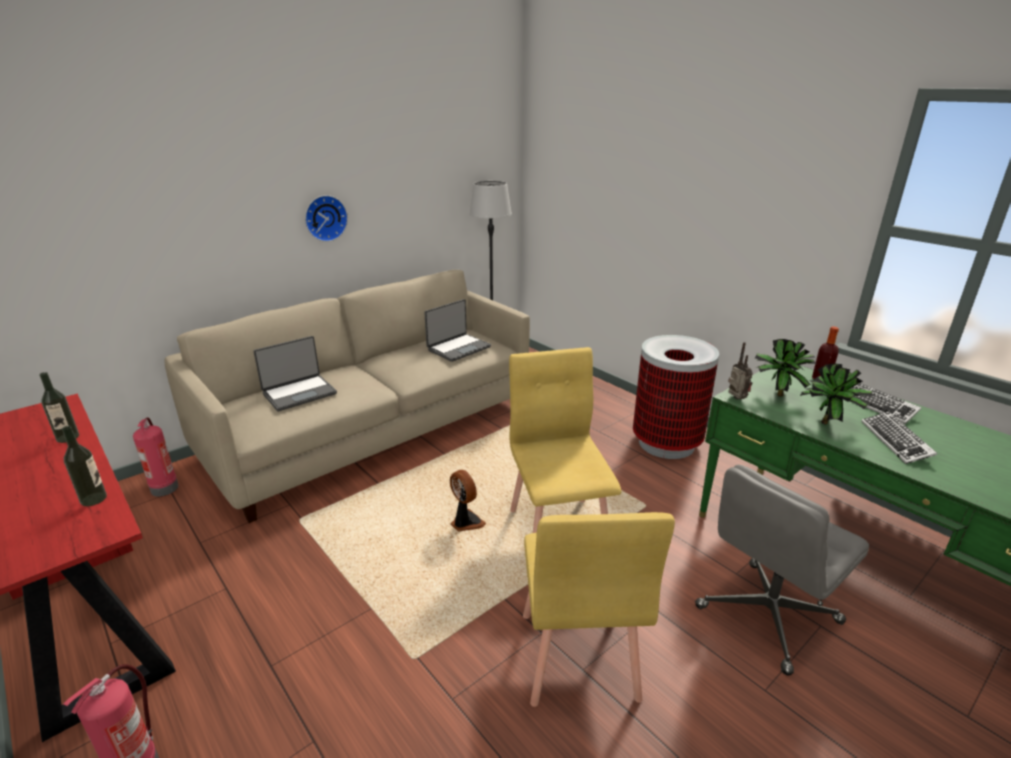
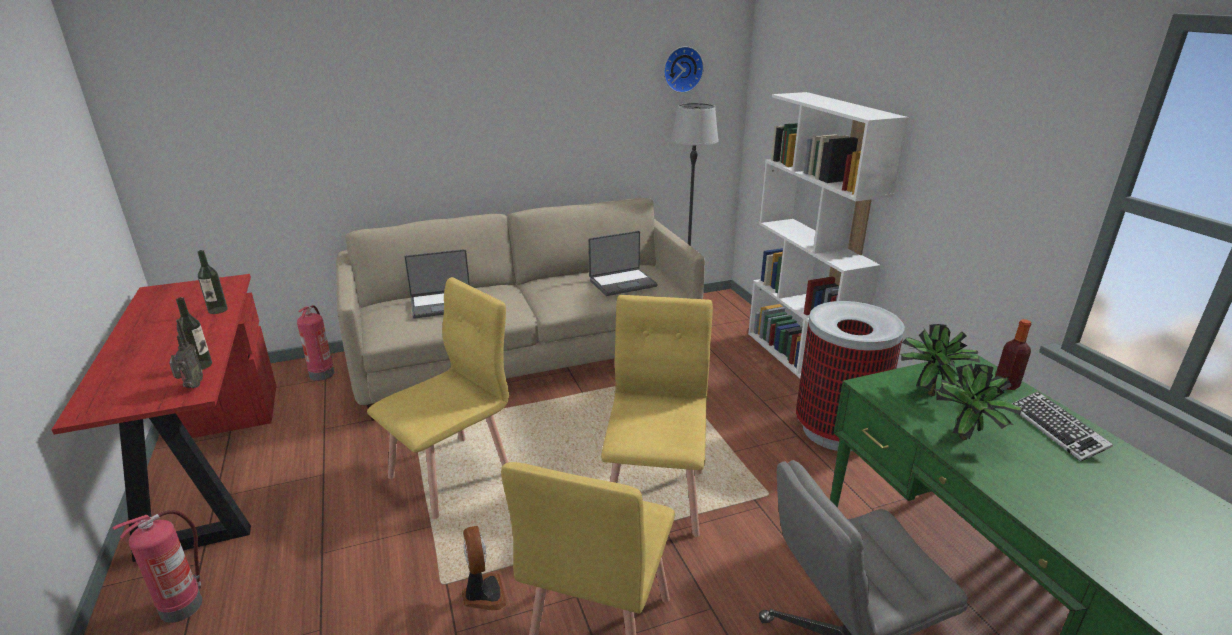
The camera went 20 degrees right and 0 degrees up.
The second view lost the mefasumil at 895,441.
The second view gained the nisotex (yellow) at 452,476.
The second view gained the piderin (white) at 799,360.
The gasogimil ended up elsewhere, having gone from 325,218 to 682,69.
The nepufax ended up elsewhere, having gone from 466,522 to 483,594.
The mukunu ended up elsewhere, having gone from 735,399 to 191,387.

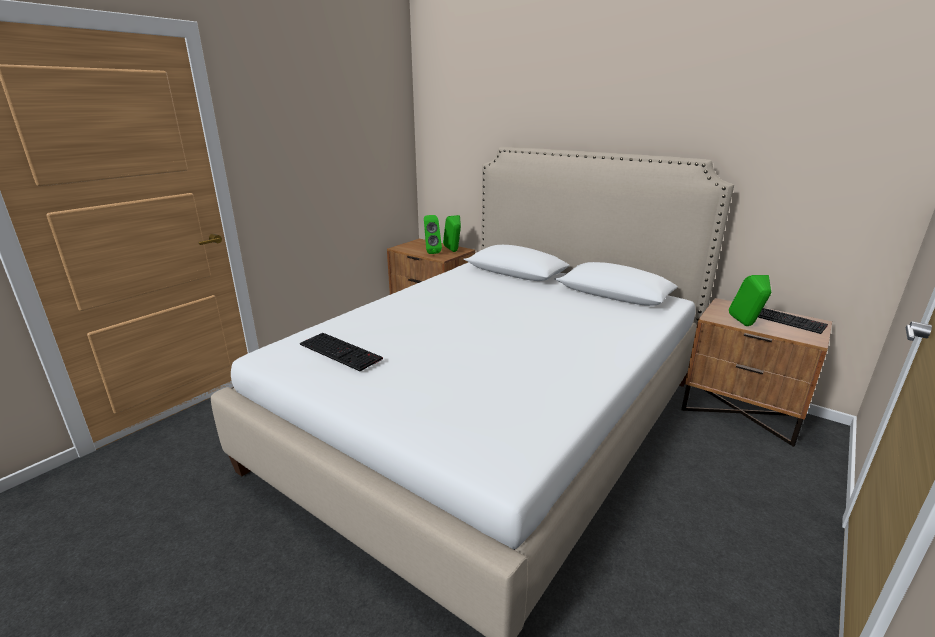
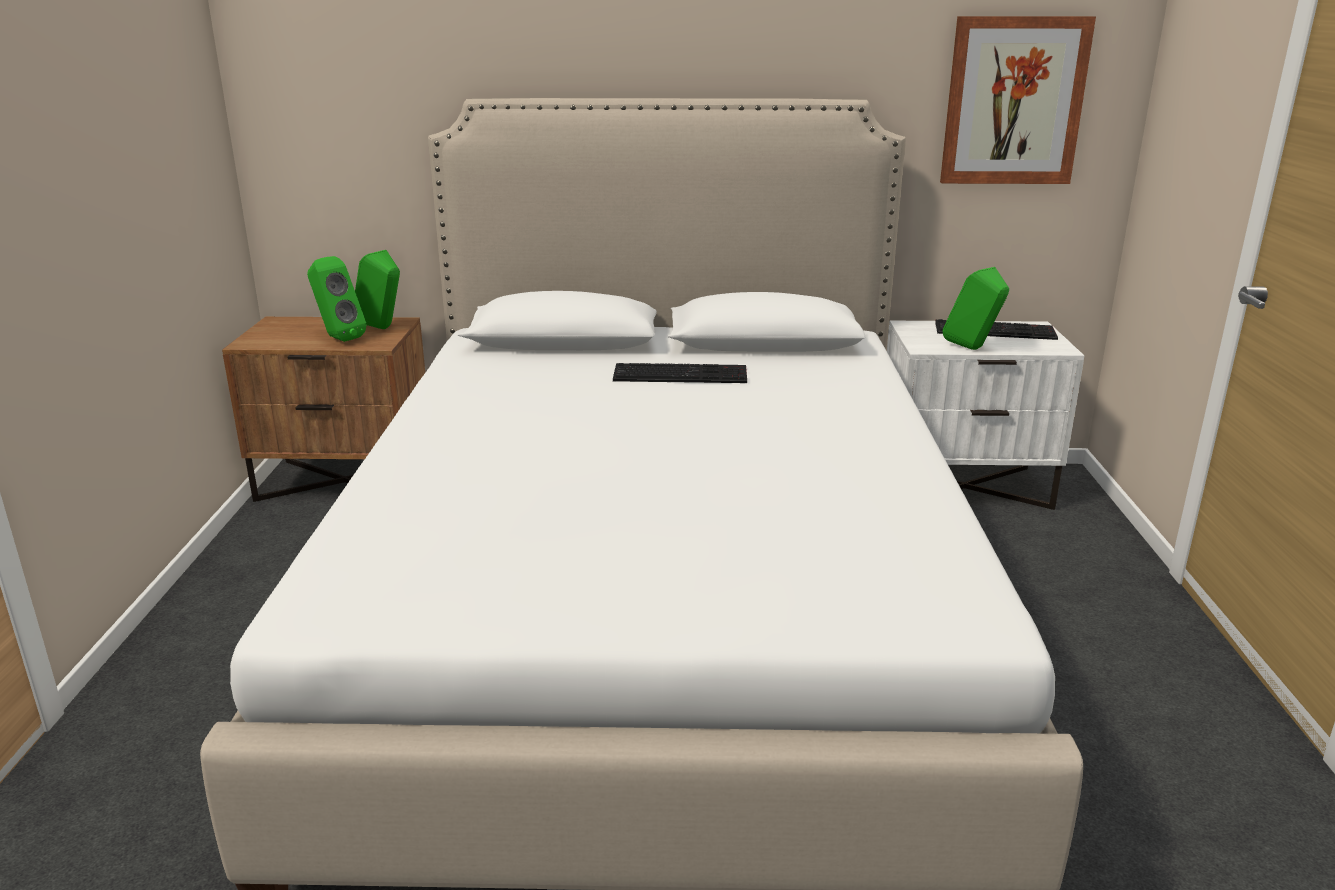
The camera went 35 degrees left and 0 degrees up.
The second view gained the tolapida at 1013,101.
The mefasumil ended up elsewhere, having gone from 342,351 to 682,374.
What was the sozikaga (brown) at 741,412 turned into the sozikaga (white) at 963,486.

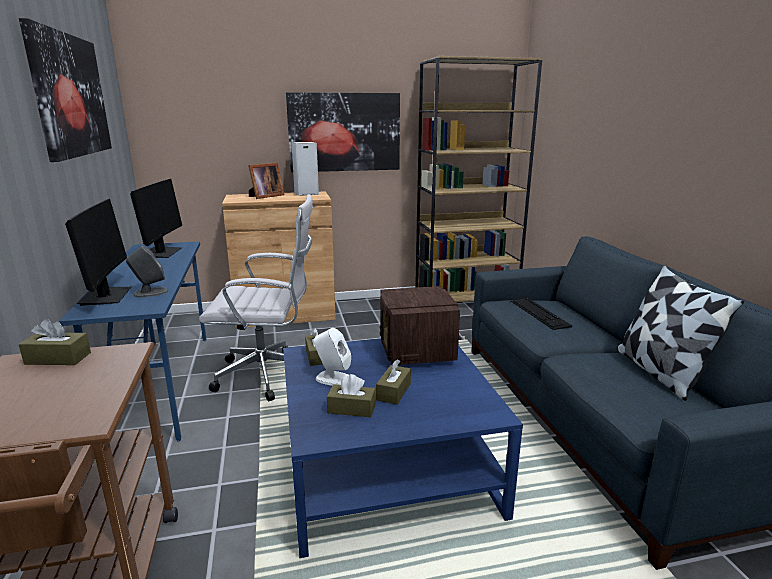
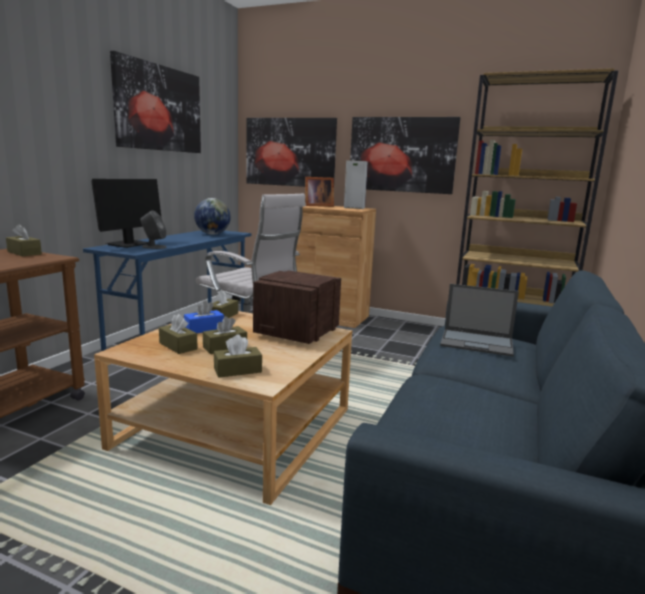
The camera went 35 degrees right and 5 degrees down.
The second view lost the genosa at 660,372.
The second view gained the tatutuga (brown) at 237,370.
The second view gained the tolapida at 290,152.
Where the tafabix stood at 161,253, the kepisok came to stand at 212,234.
Where the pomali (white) stood at 332,378, the tatutuga (blue) came to stand at 204,329.
Where the mefasumil stood at 539,313, the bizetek came to stand at 477,343.
What was the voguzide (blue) at 386,467 turned into the voguzide (beige) at 236,428.

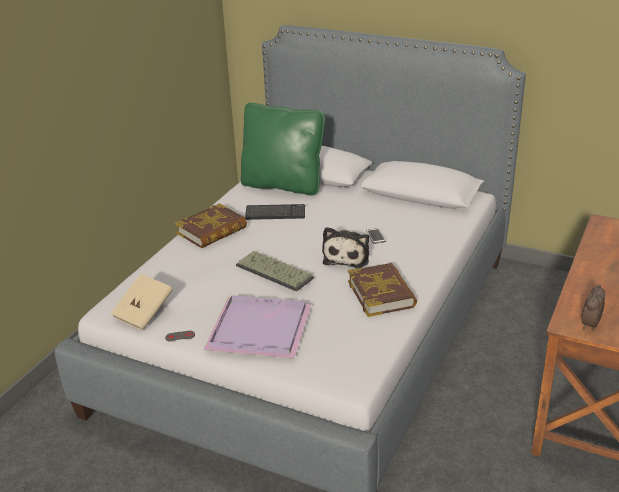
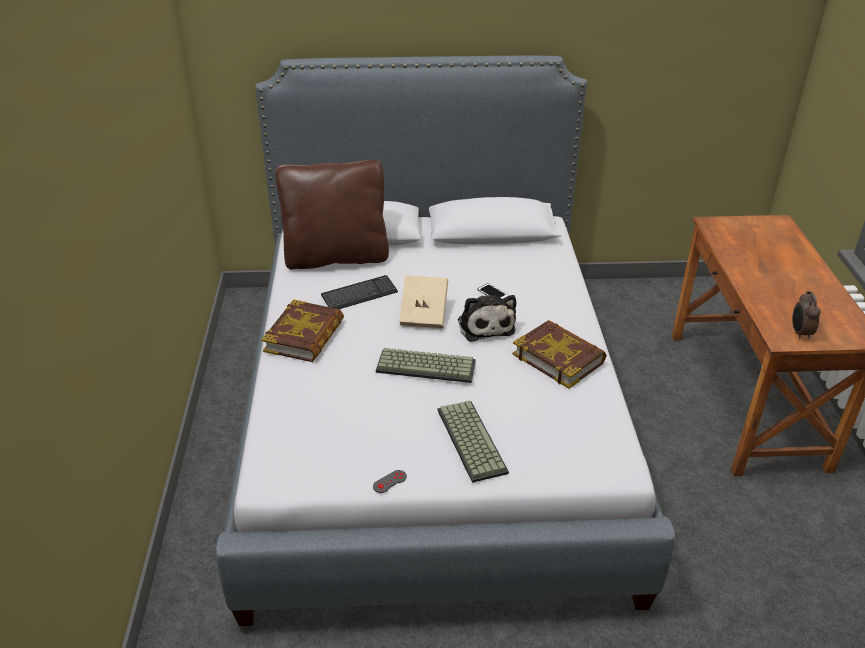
The camera went 30 degrees left and 5 degrees up.
The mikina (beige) ended up elsewhere, having gone from 144,313 to 424,314.
Where the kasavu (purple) stood at 258,328, the mefasumil came to stand at 469,440.
What was the genosa (green) at 283,185 turned into the genosa (brown) at 336,257.

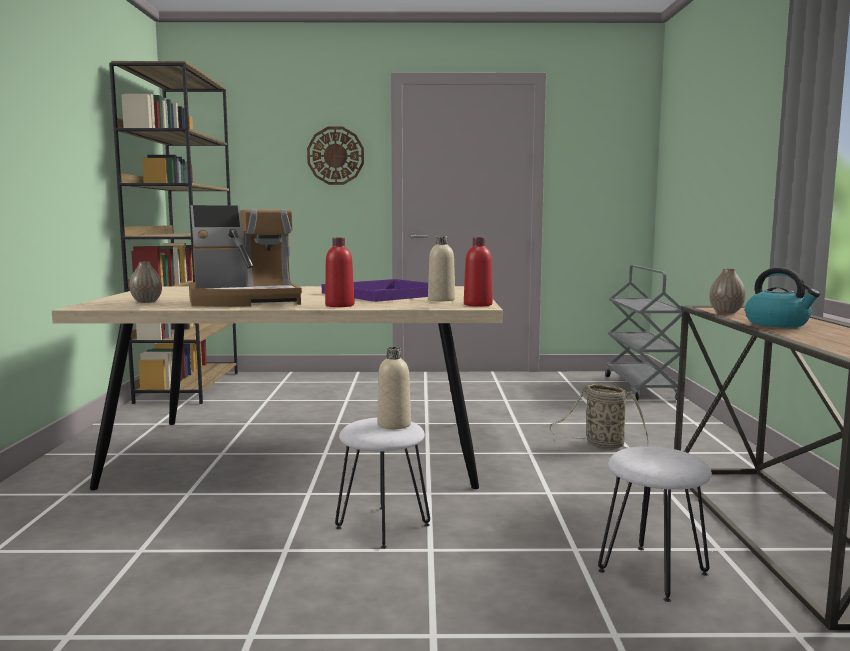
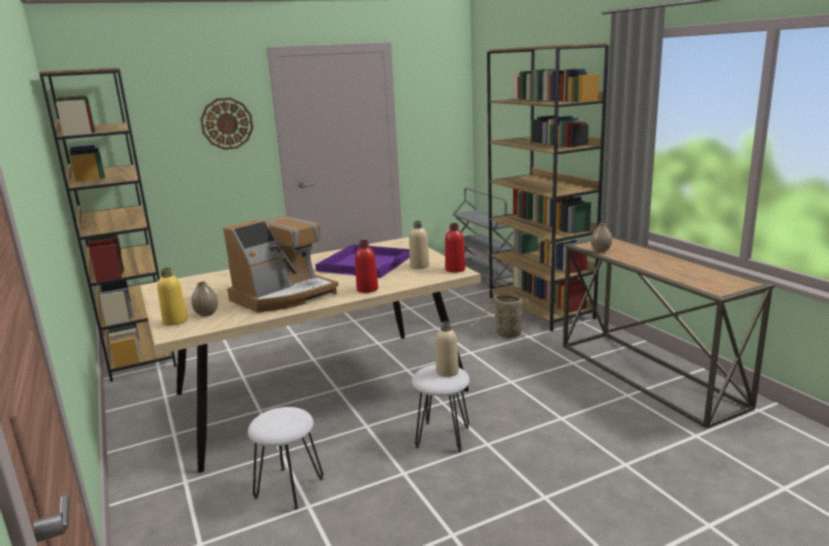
The camera went 25 degrees left and 10 degrees up.
The second view lost the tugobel at 778,324.
The second view gained the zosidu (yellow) at 175,321.
The second view gained the piderin (brown) at 541,307.
The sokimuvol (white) ended up elsewhere, having gone from 652,573 to 288,488.

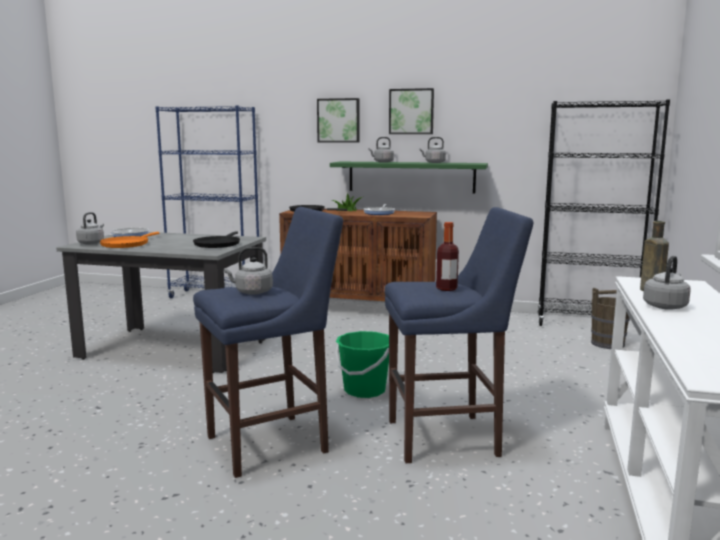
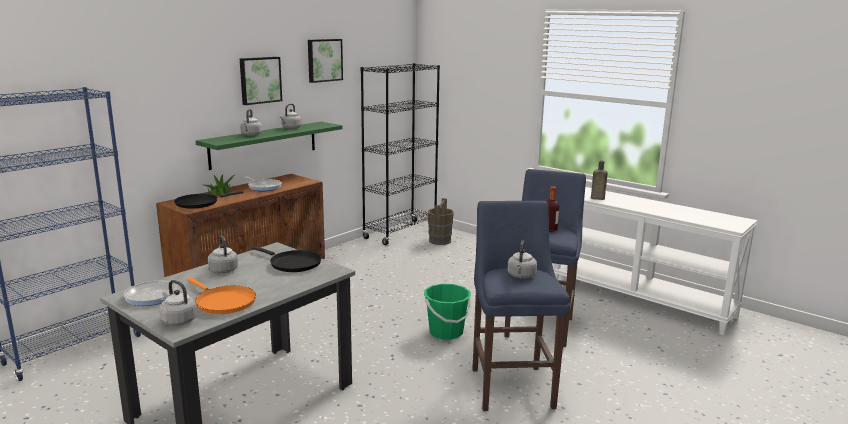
The camera went 65 degrees left and 5 degrees up.
The tolapida ended up elsewhere, having gone from 339,120 to 324,60.
The tugobel (grey) ended up elsewhere, having gone from 665,306 to 223,269.

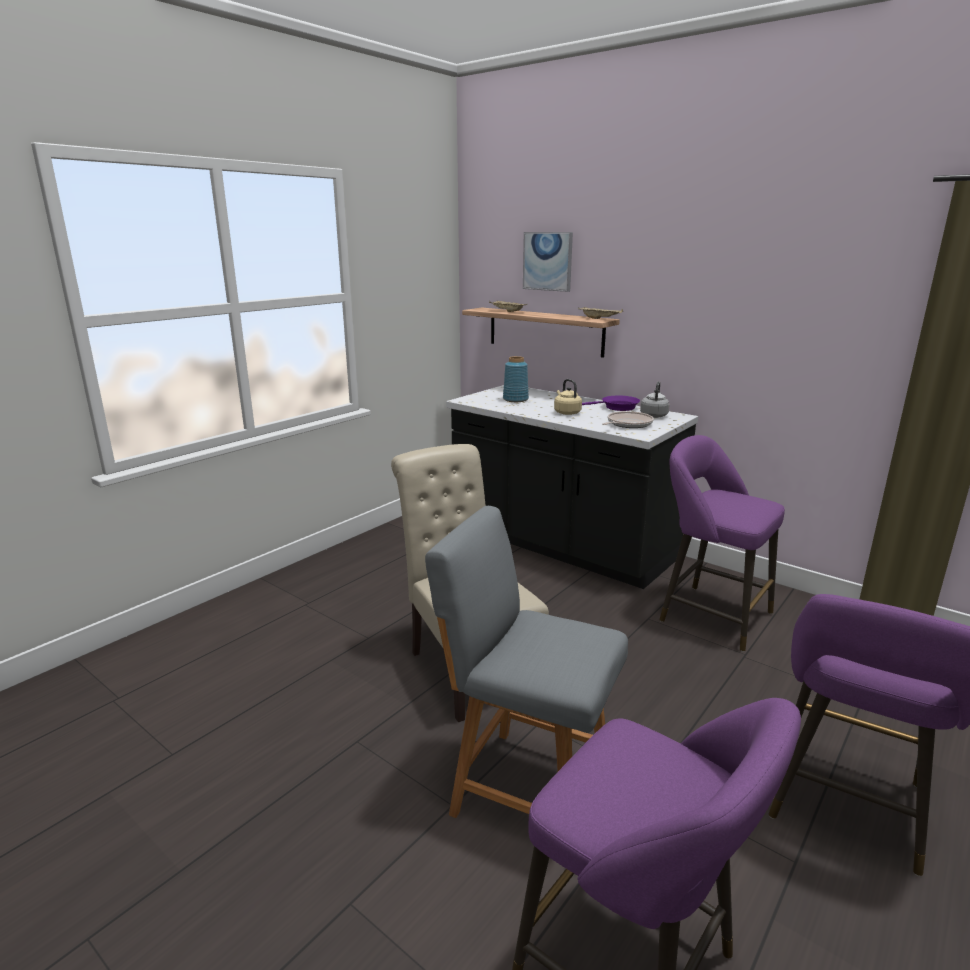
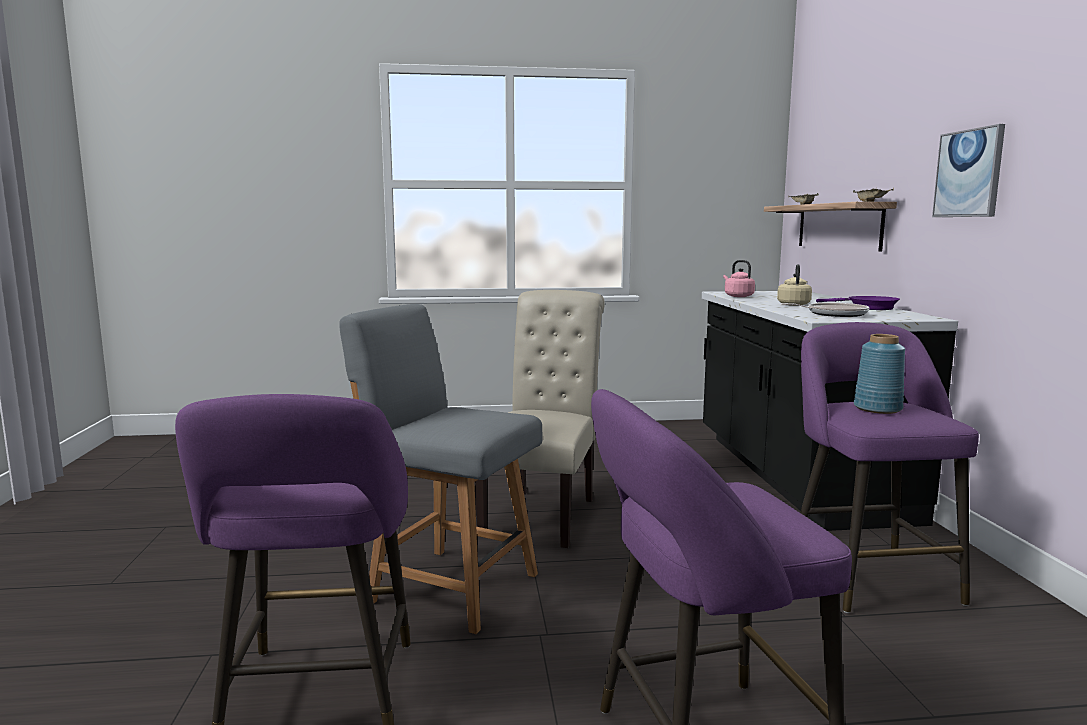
The camera went 45 degrees right and 10 degrees down.
The second view lost the tugobel (grey) at 654,415.
The second view gained the tugobel (pink) at 737,296.
The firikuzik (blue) ended up elsewhere, having gone from 515,399 to 878,408.
The tolapida ended up elsewhere, having gone from 547,261 to 969,173.
The nisotex (grey) at 526,788 ended up facing another way, 45 degrees counterclockwise from before.

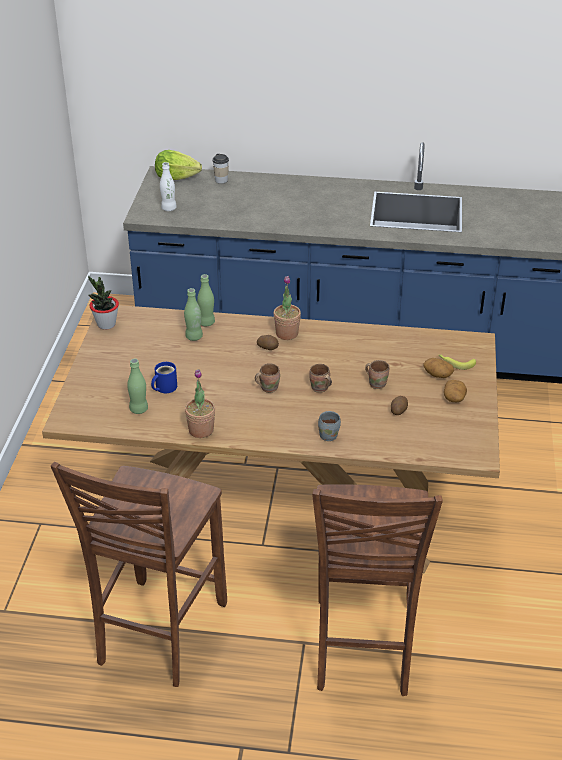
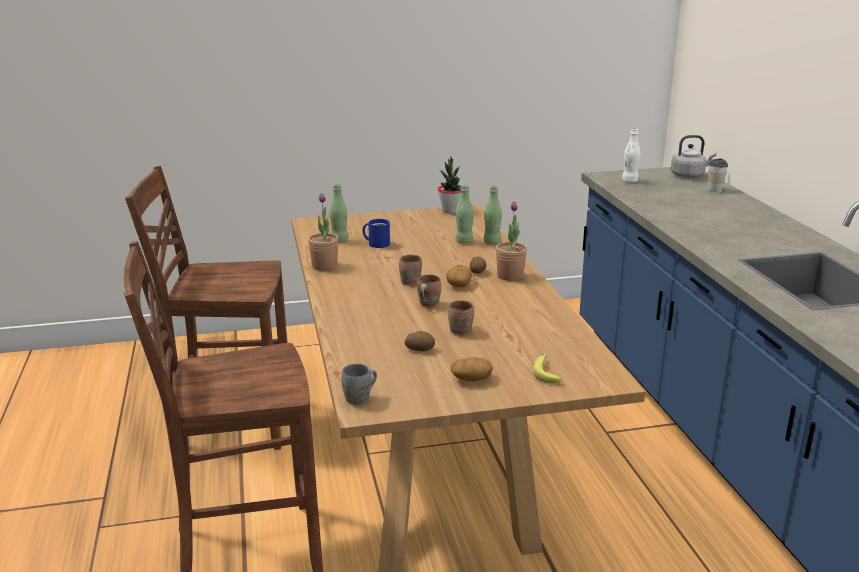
The camera went 70 degrees right and 15 degrees down.
The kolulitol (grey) ended up elsewhere, having gone from 329,435 to 359,400.
The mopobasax ended up elsewhere, having gone from 437,374 to 458,284.
Where the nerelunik stood at 176,177, the tugobel (grey) came to stand at 689,175.

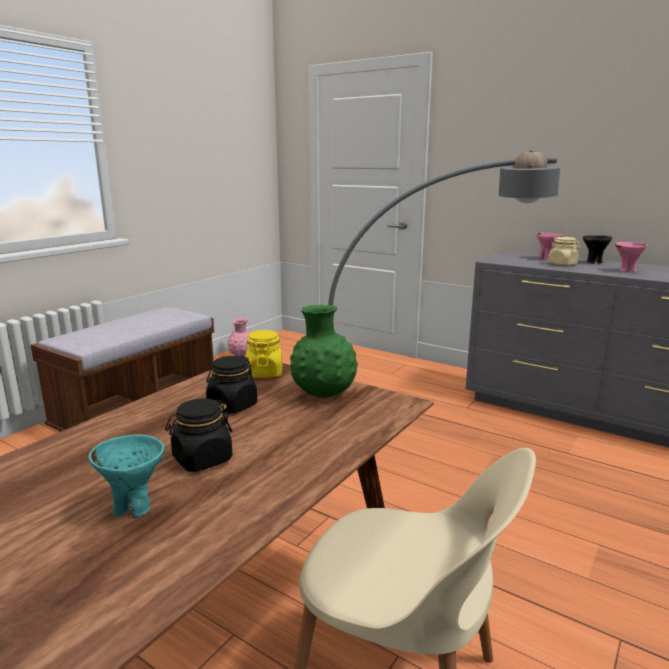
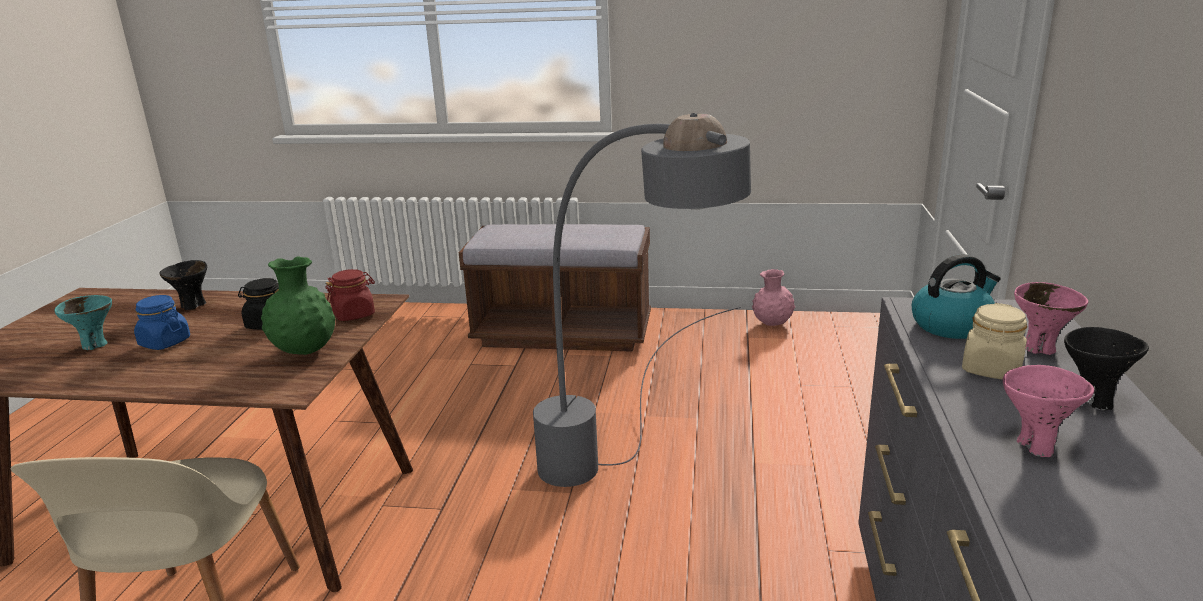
The camera went 65 degrees right and 5 degrees up.
The second view gained the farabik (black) at 193,305.
The second view gained the tugobel at 952,325.
What was the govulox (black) at 202,459 turned into the govulox (blue) at 164,342.
What was the govulox (yellow) at 264,373 turned into the govulox (red) at 354,314.

